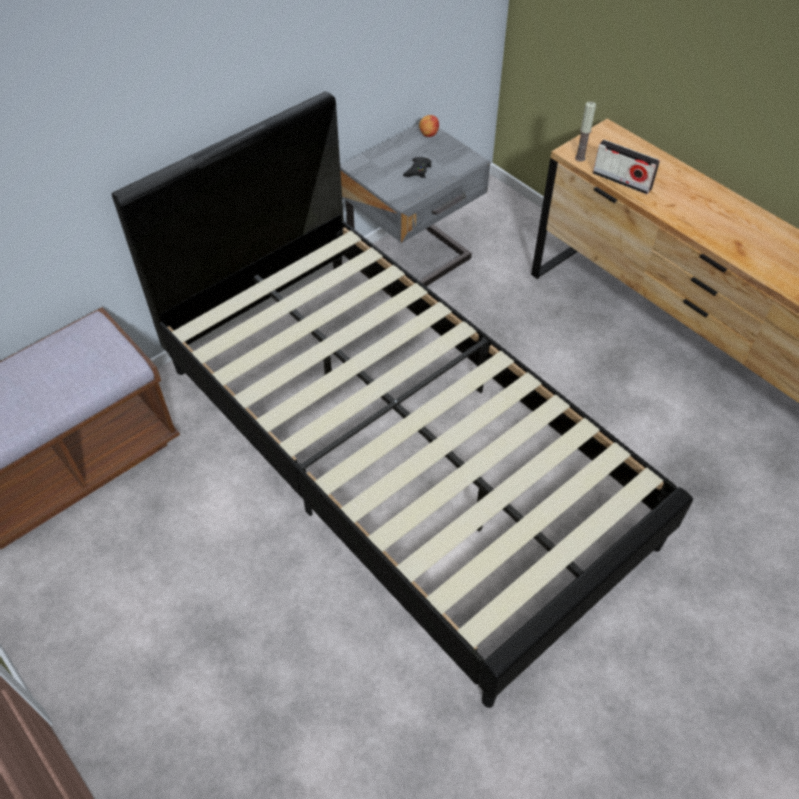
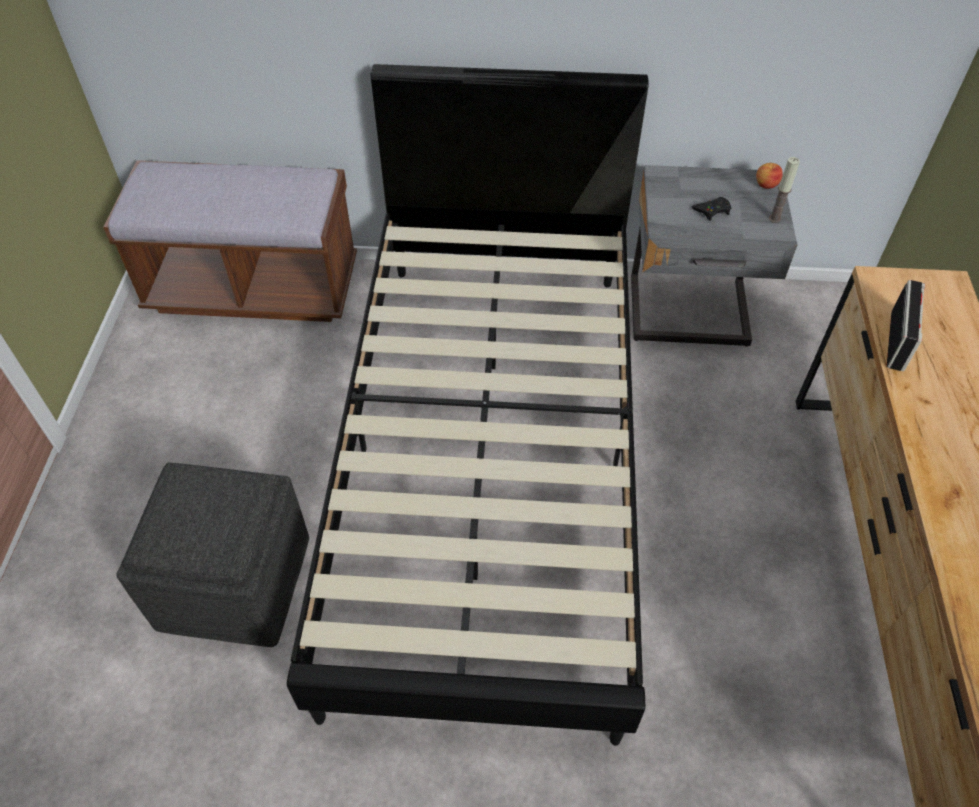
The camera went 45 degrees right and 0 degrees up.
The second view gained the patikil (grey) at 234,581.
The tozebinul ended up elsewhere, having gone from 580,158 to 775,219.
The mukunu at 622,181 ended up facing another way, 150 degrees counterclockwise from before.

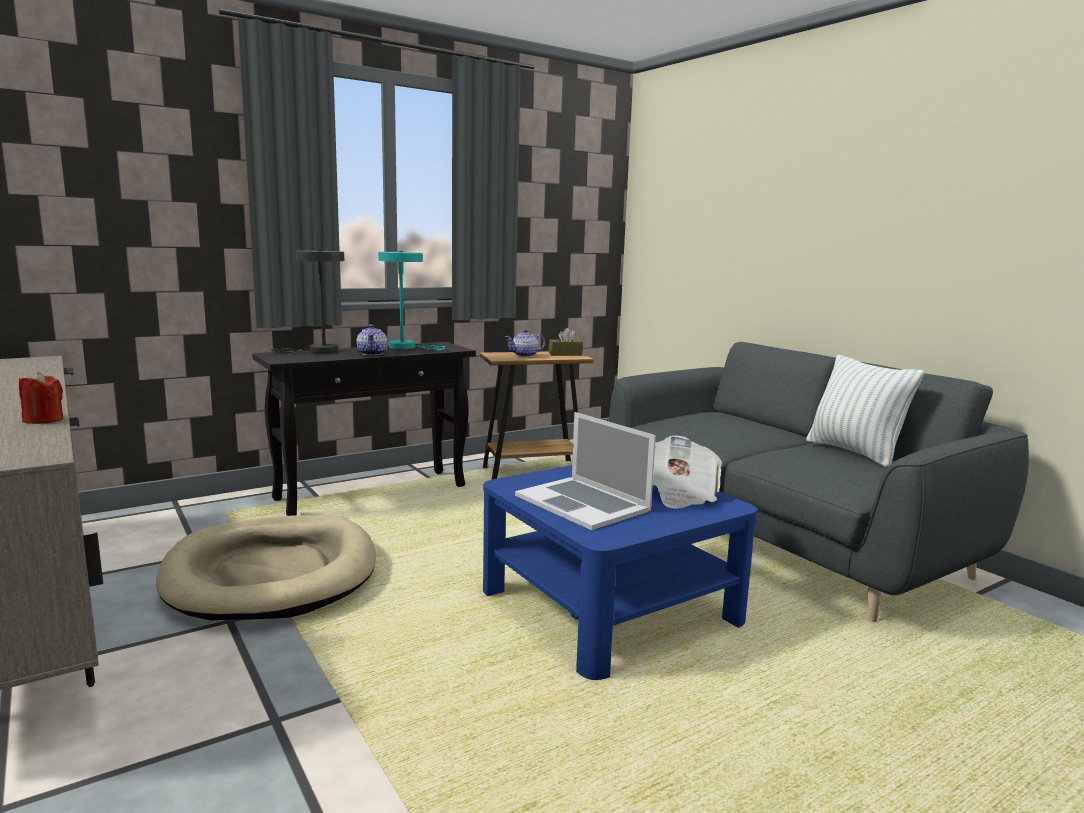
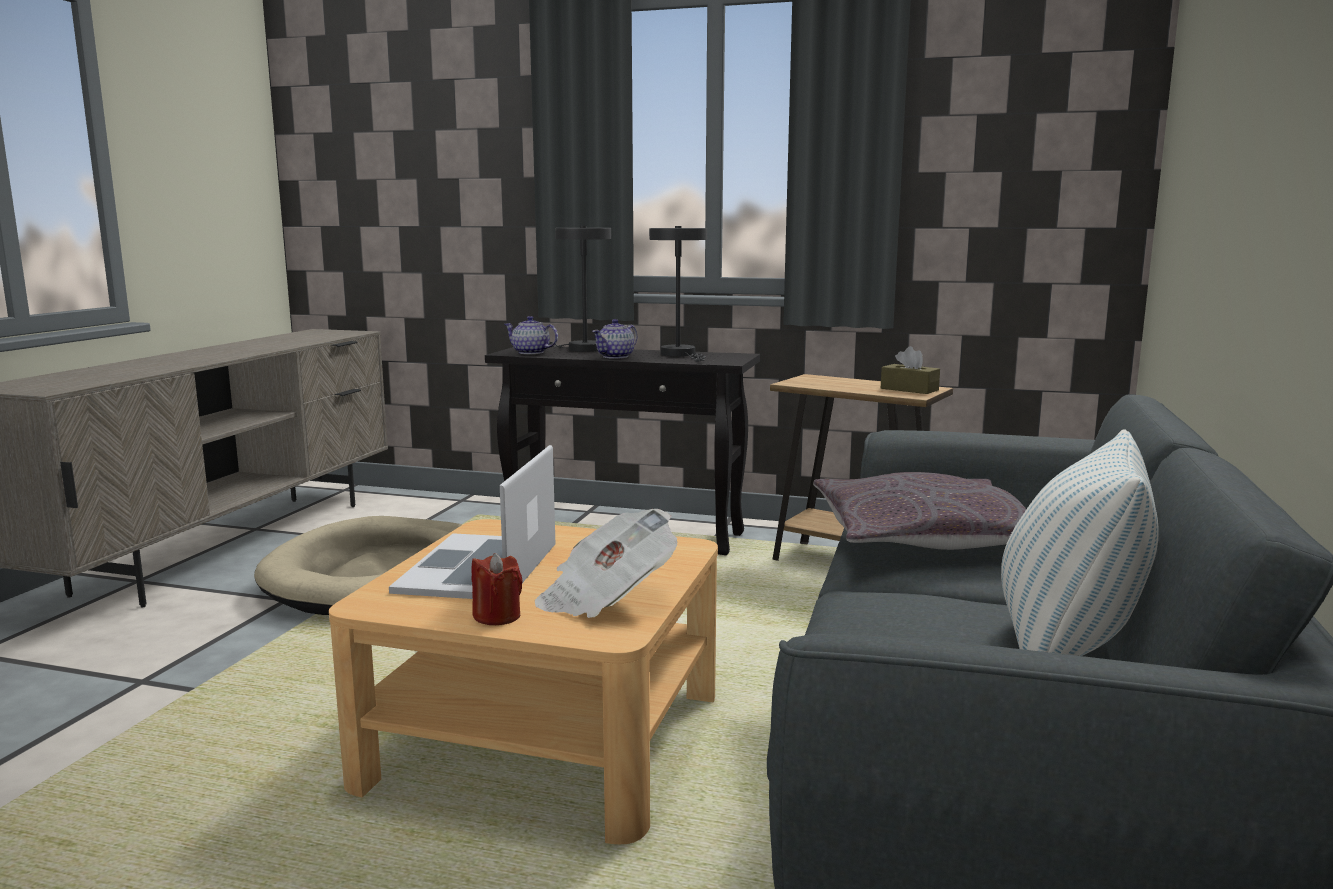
The camera went 50 degrees right and 0 degrees up.
The second view gained the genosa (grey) at 924,537.
The tozebinul (red) ended up elsewhere, having gone from 43,420 to 497,616.
The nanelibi ended up elsewhere, having gone from 525,355 to 531,352.
What was the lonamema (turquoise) at 407,347 turned into the lonamema (grey) at 681,354.
What was the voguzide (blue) at 611,606 turned into the voguzide (beige) at 546,739.

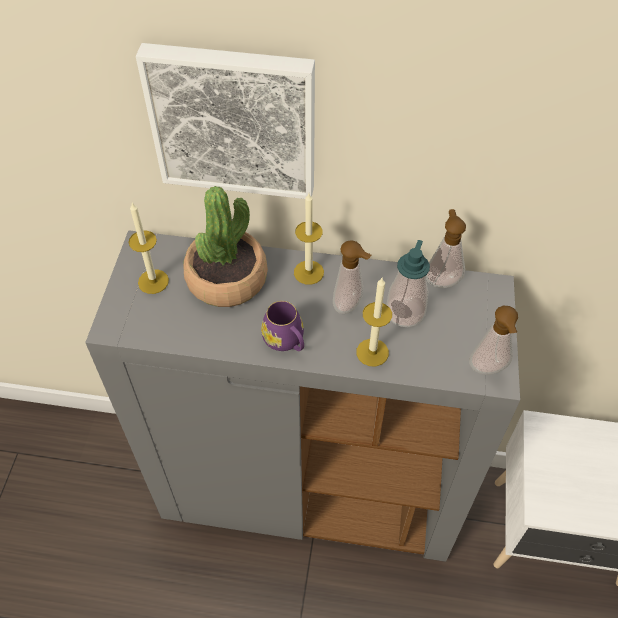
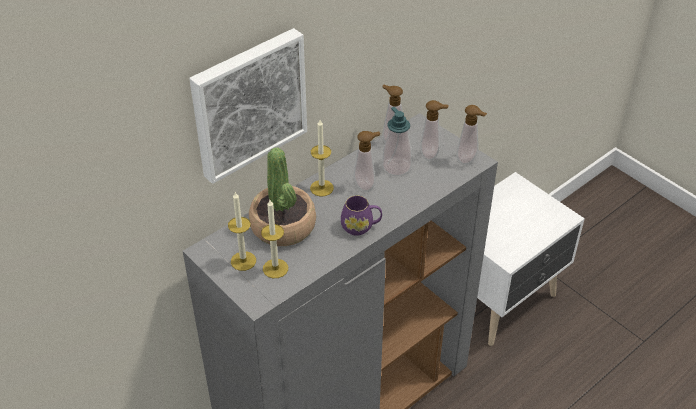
The camera went 50 degrees left and 10 degrees down.
The second view gained the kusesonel at 431,155.
The tozebinul ended up elsewhere, having gone from 372,352 to 275,268.

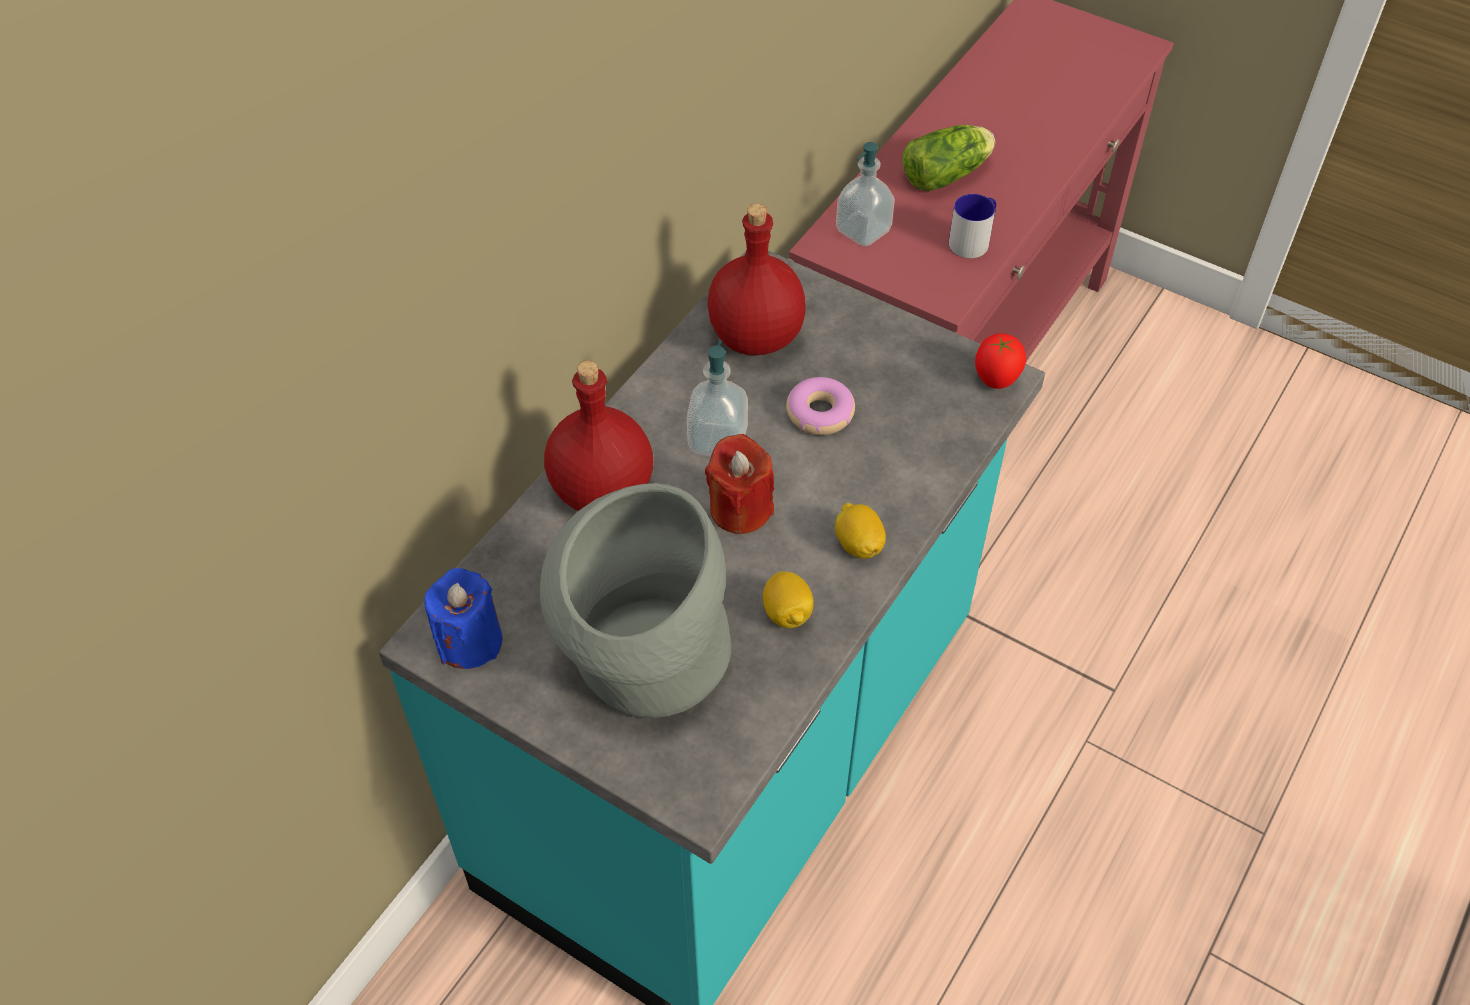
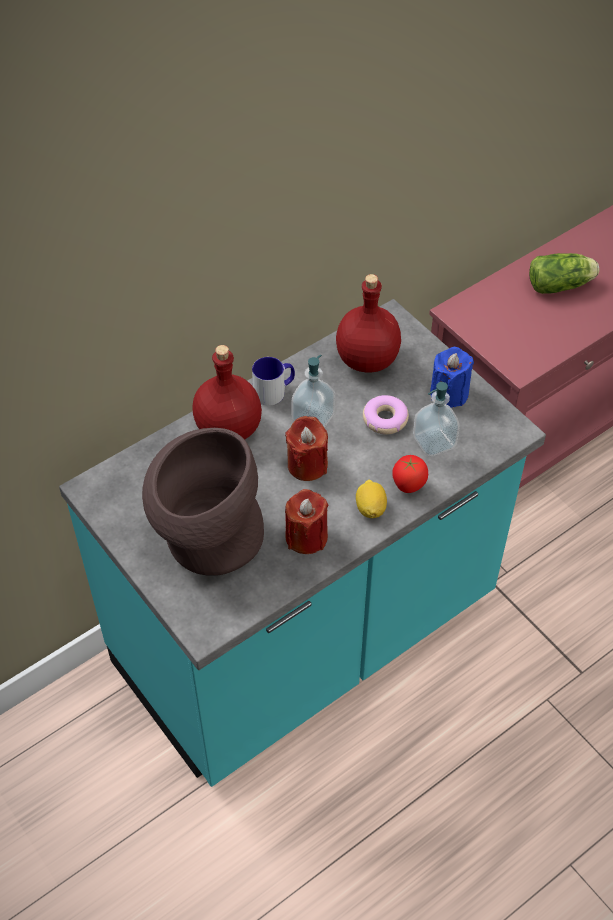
The camera went 20 degrees right and 0 degrees up.
The tozebinul (blue) ended up elsewhere, having gone from 469,641 to 449,393.
The kusesonel ended up elsewhere, having gone from 863,231 to 434,442.
The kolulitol ended up elsewhere, having gone from 973,240 to 274,391.
The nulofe ended up elsewhere, having gone from 995,381 to 408,486.
Where the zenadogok stood at 787,613, the tozebinul (red) came to stand at 306,537.
What was the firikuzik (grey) at 642,663 turned into the firikuzik (brown) at 206,540.

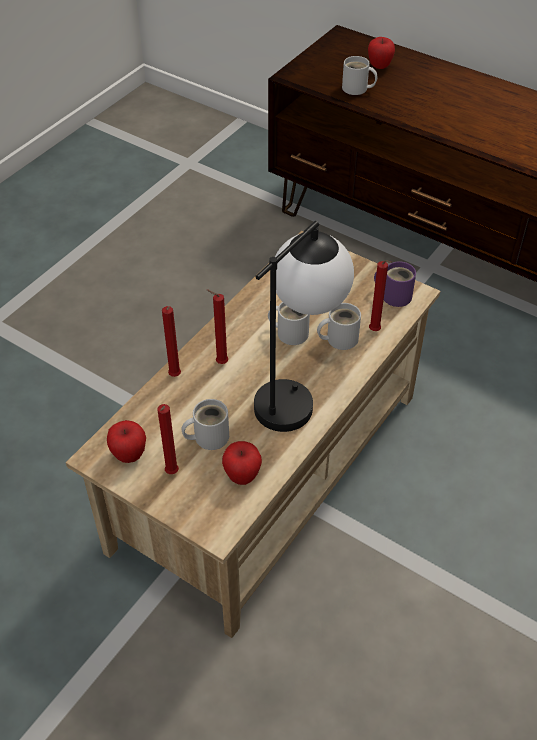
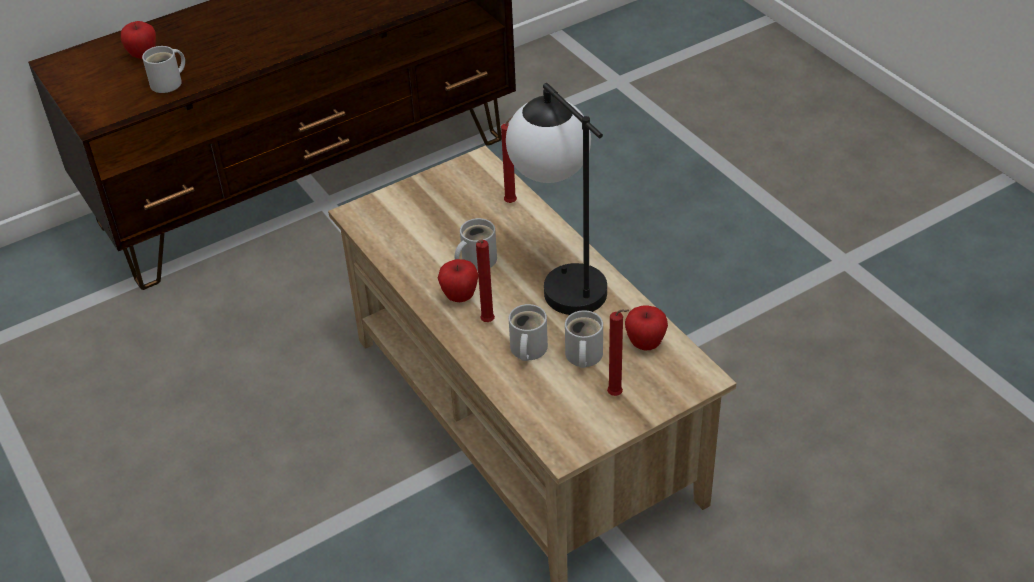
The camera went 65 degrees left and 5 degrees down.
The second view lost the tozebinul (red) at 175,377.
The second view lost the kolulitol (purple) at 394,294.
The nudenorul ended up elsewhere, having gone from 129,455 to 460,296.
The kolulitol (white) ended up elsewhere, having gone from 339,338 to 526,350.

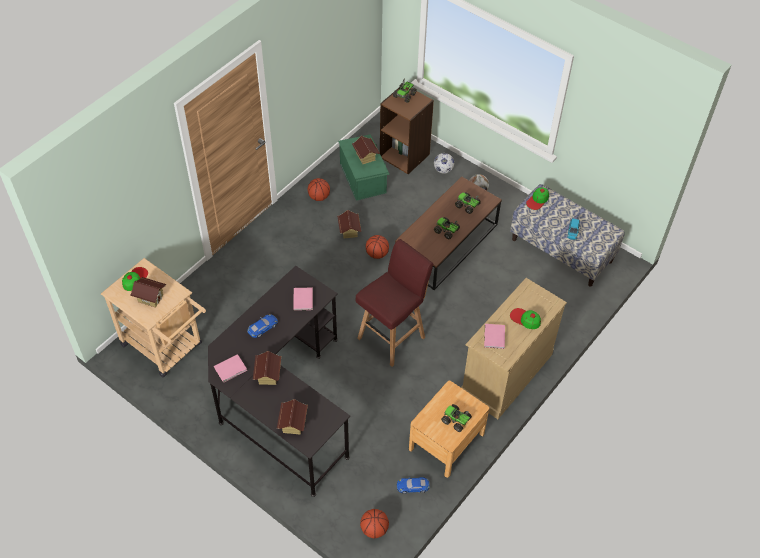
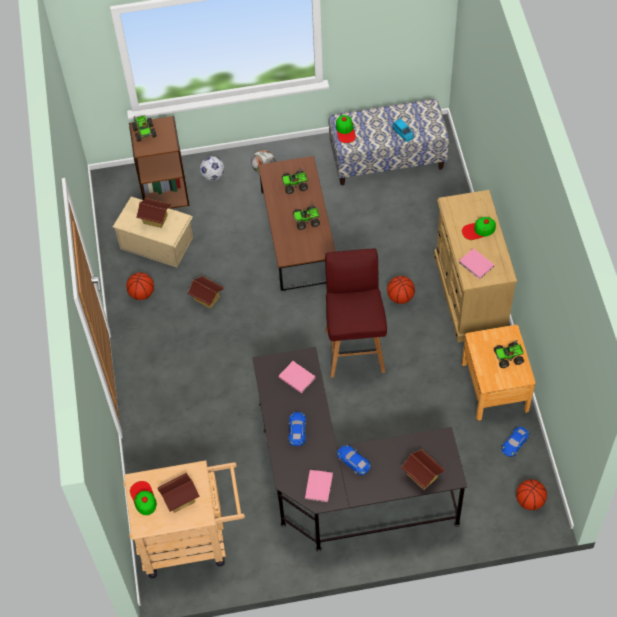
The camera went 45 degrees left and 5 degrees up.
The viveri ended up elsewhere, having gone from 377,254 to 400,297.
Where the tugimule stood at 268,375, the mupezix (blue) came to stand at 353,461.
What was the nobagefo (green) at 363,178 turned into the nobagefo (beige) at 156,242.

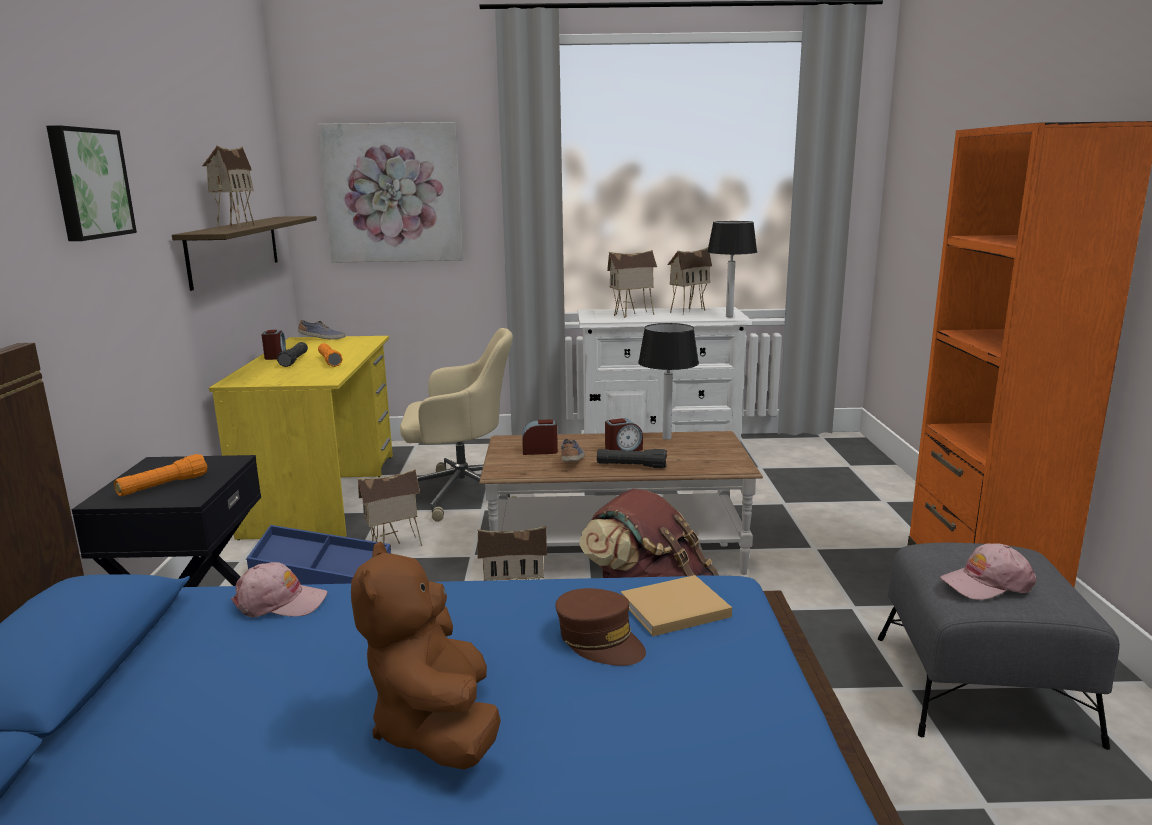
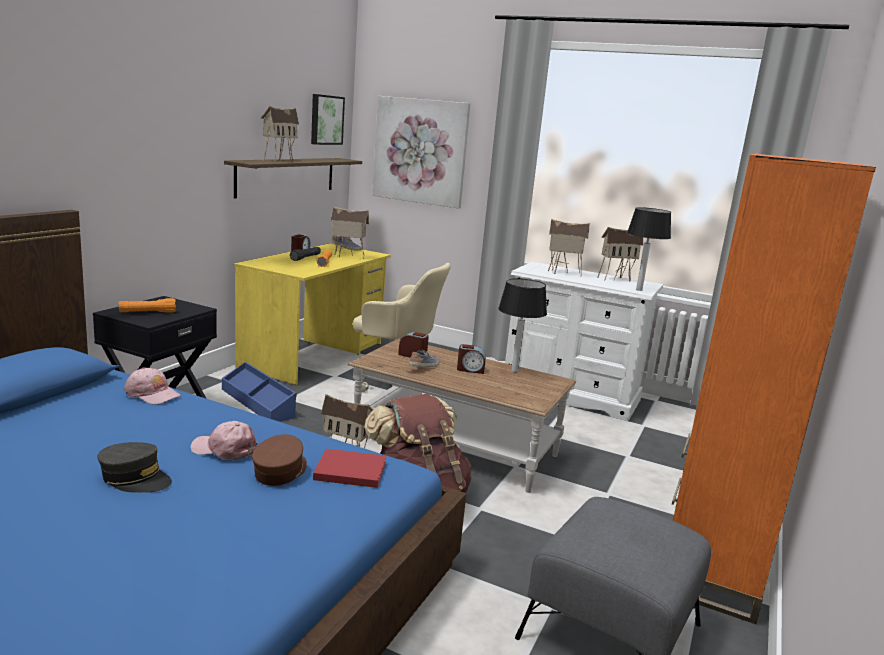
The camera went 25 degrees right and 0 degrees up.
The second view lost the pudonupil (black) at 631,466.
The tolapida ended up elsewhere, having gone from 88,183 to 325,120.
The tugimule ended up elsewhere, having gone from 394,548 to 348,256.
The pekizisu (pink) ended up elsewhere, having gone from 986,583 to 224,449.
Where the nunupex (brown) stood at 436,728, the pekizisu (grey) came to stand at 135,478.
What was the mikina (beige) at 672,609 turned into the mikina (red) at 348,470.
The pekizisu (brown) at 600,640 ended up facing another way, 150 degrees counterclockwise from before.

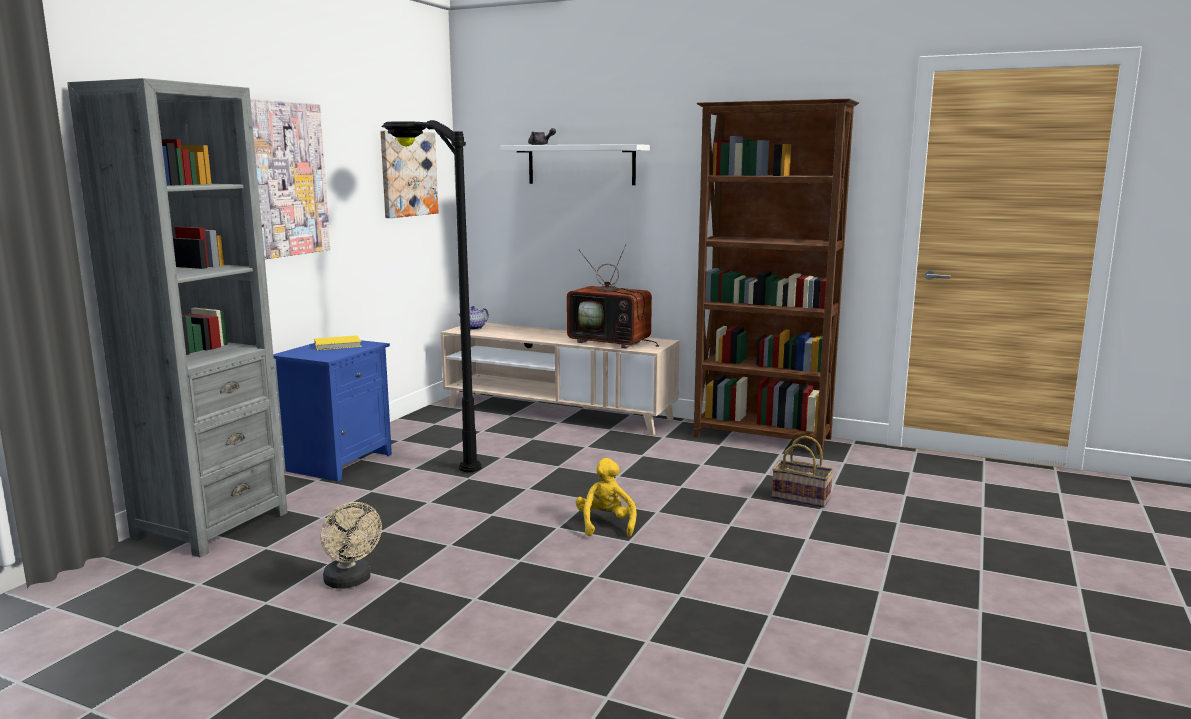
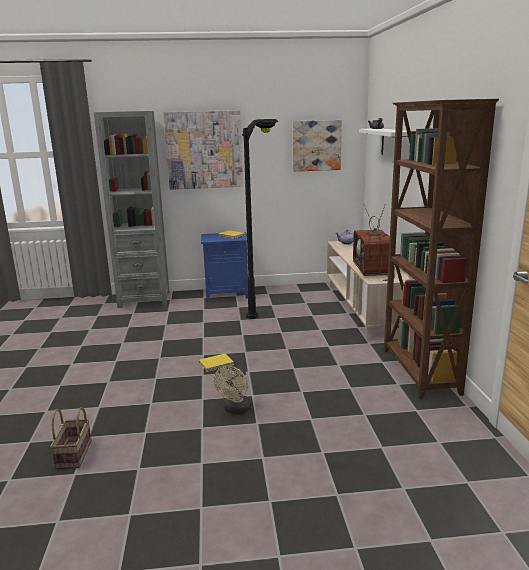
The camera went 60 degrees right and 5 degrees up.
The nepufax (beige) ended up elsewhere, having gone from 350,581 to 236,410.
The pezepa ended up elsewhere, having gone from 802,498 to 74,455.
Where the nunupex (yellow) stood at 605,525, the mikina (yellow) came to stand at 217,364.

